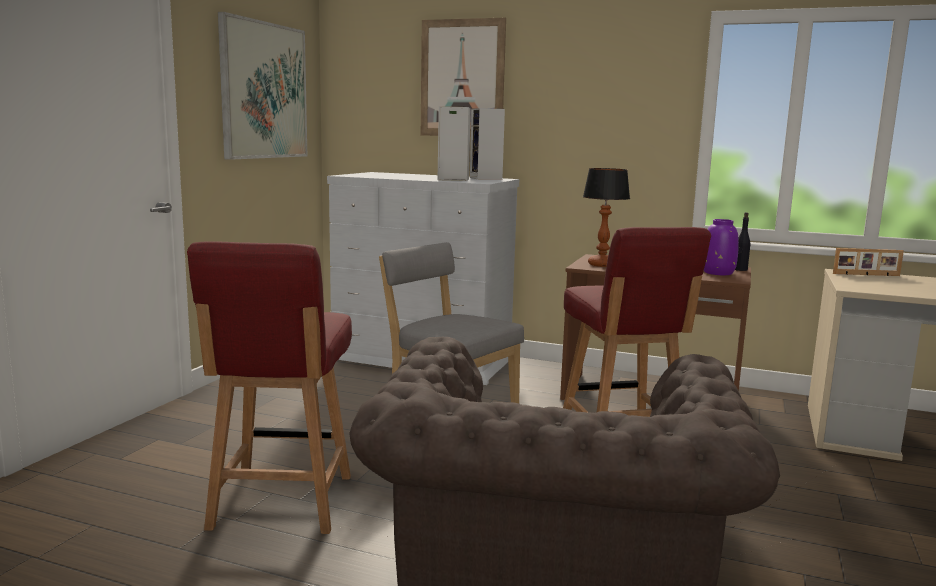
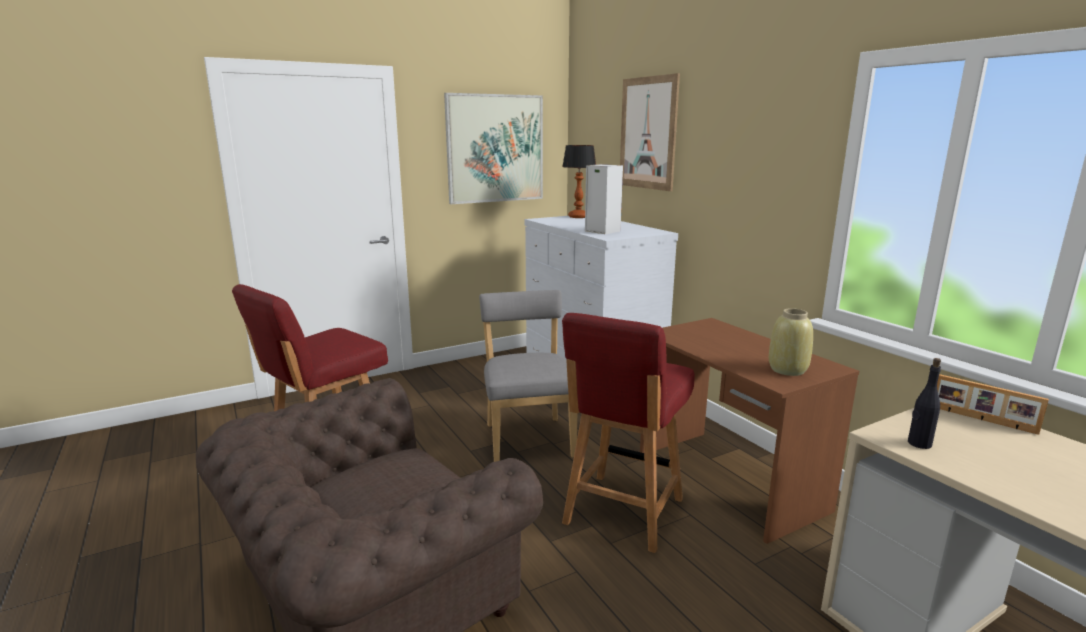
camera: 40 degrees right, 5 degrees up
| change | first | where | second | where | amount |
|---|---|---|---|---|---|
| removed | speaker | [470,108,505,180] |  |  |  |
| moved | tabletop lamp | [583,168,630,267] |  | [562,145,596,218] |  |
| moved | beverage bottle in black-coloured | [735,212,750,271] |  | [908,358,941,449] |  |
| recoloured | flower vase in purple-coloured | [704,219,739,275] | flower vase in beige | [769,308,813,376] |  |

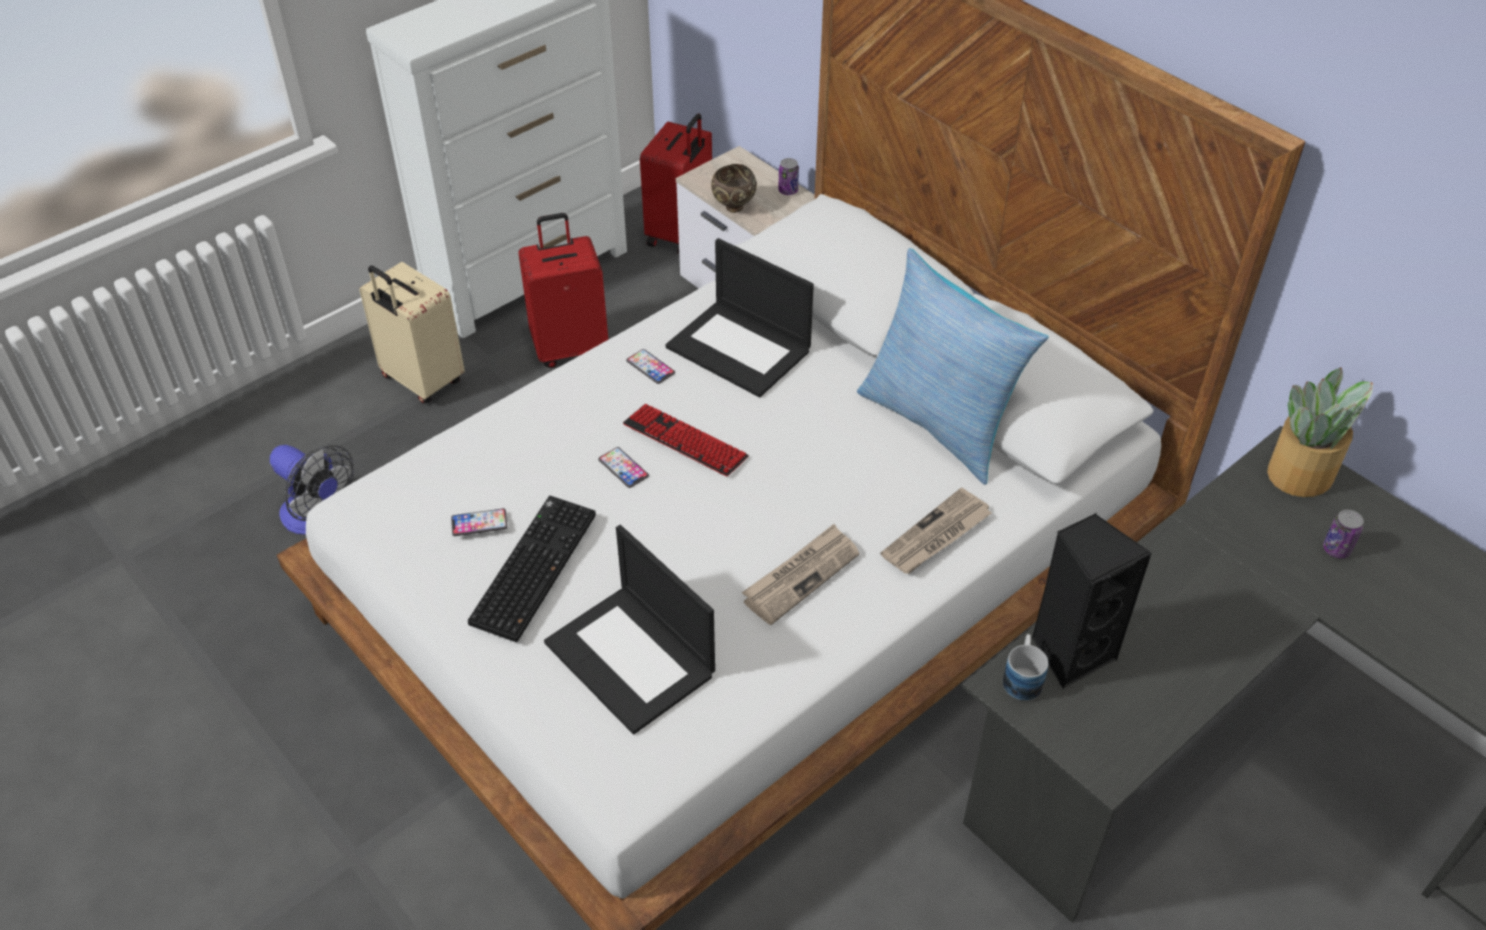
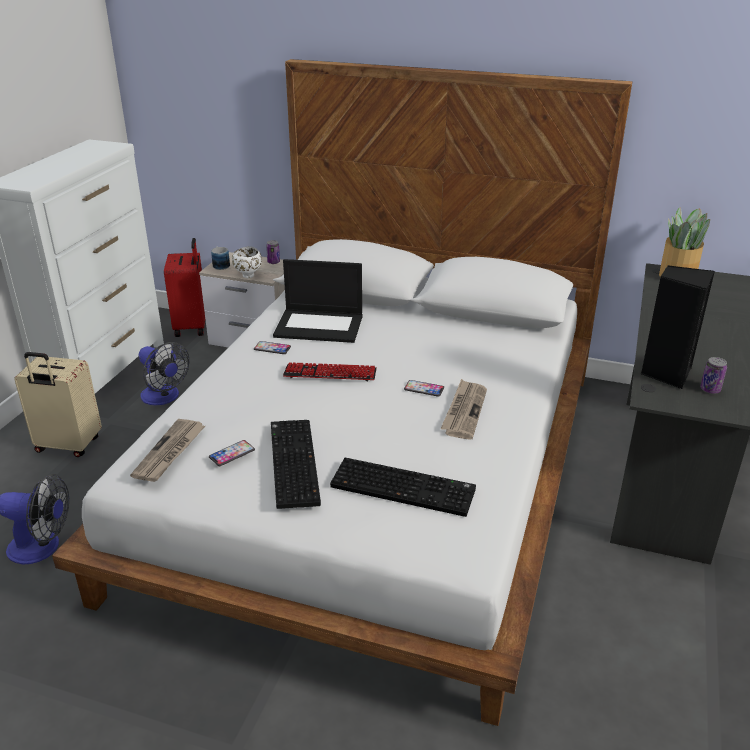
camera: 30 degrees left, 15 degrees down
| change | first | where | second | where | amount |
|---|---|---|---|---|---|
| recoloured | deep dish in brownish | [711,164,757,213] | deep dish in white-coloured | [232,246,262,278] |  |
| replaced | piece of luggage in red-coloured | [518,213,608,368] | cooling fan | [139,342,189,405] |  |
| removed | cushion | [857,248,1049,485] |  |  |  |
| moved | phone | [598,447,649,488] |  | [404,380,444,397] |  |
| moved | newspaper | [881,488,991,574] |  | [130,419,205,482] |  |
| moved | metal can | [1323,510,1364,558] |  | [700,357,727,394] |  |
| replaced | portable computer | [544,525,715,735] | PC keyboard | [330,458,476,517] |  |
| moved | mug | [1003,634,1048,701] |  | [211,246,230,270] |  |

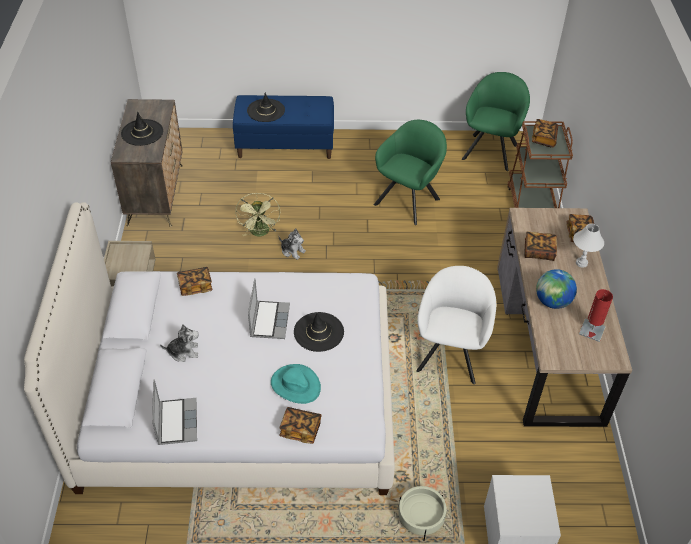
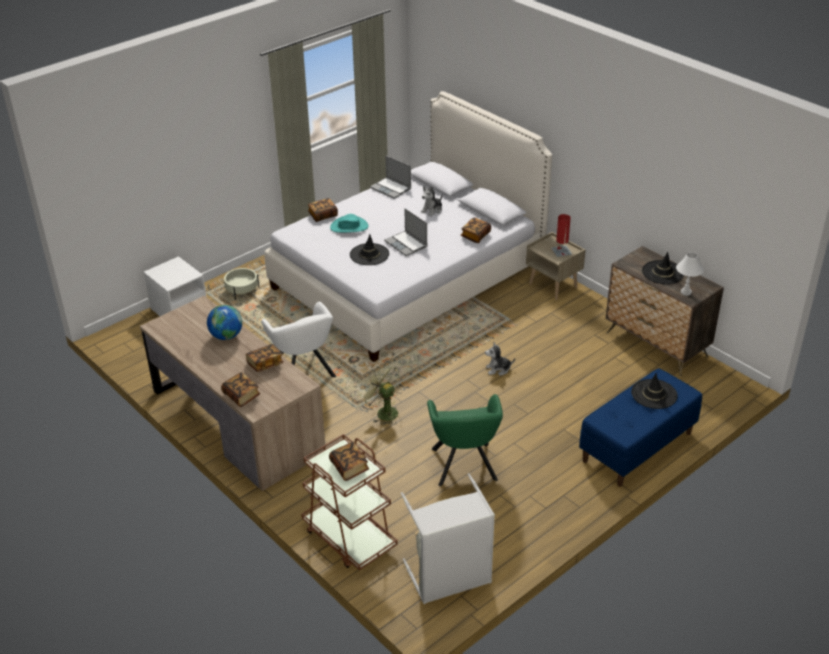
camera: 140 degrees right, 10 degrees down
| change | first | where | second | where | amount |
|---|---|---|---|---|---|
| replaced | lounge chair in greenish | [462,72,530,171] | washing basket in grey | [401,473,495,604] |  |
| moved | cooling fan in greenish | [235,193,280,236] |  | [360,363,399,425] |  |
| moved | tabletop lamp in white-coloured | [573,223,604,268] |  | [676,252,704,296] |  |
| moved | tabletop lamp in red-coloured | [579,289,613,342] |  | [551,214,572,257] |  |

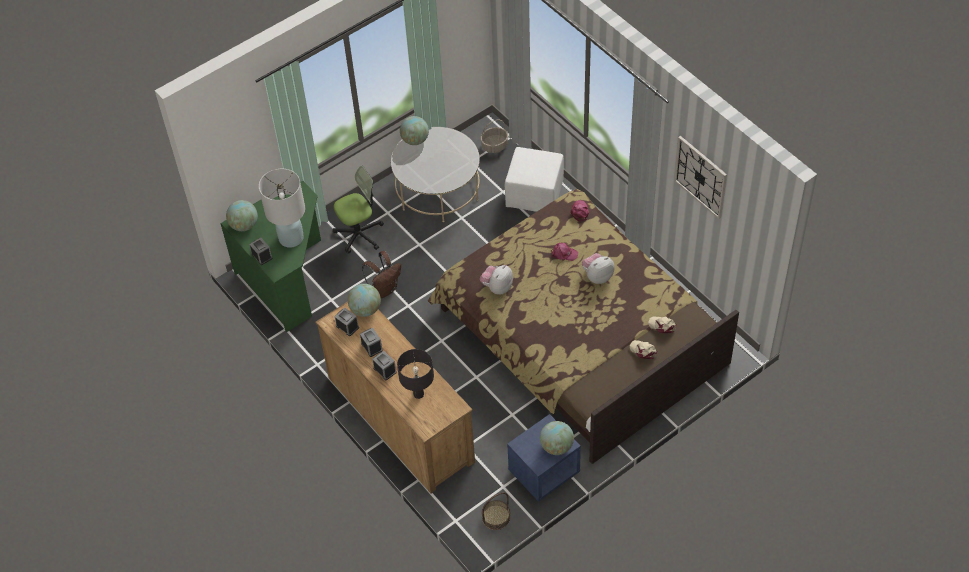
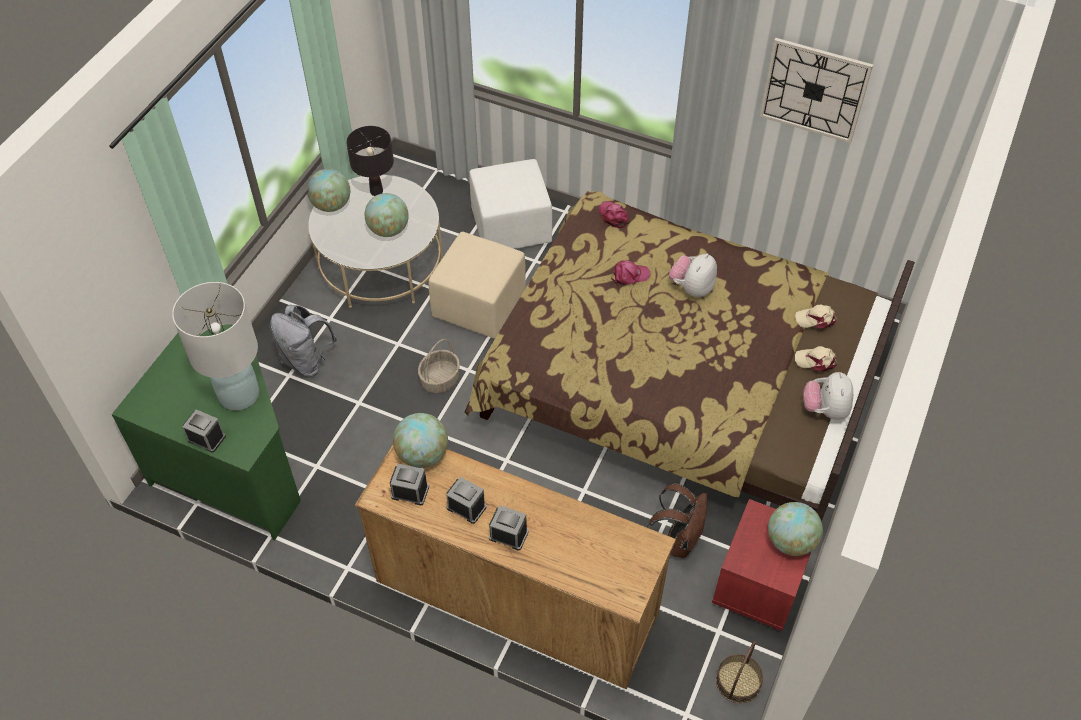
camera: 30 degrees left, 0 degrees up
| change | first | where | second | where | amount |
|---|---|---|---|---|---|
| moved | household basket | [480,120,508,153] |  | [418,339,460,393] |  |
| replaced | desk chair | [333,166,384,254] | rucksack in grey | [270,305,337,377] |  |
| moved | globe | [226,200,258,231] |  | [365,193,409,237] |  |
| moved | rucksack in brownish | [362,251,401,298] |  | [647,484,707,558] |  |
| moved | cuddly toy | [480,265,513,295] |  | [803,372,853,420] |  |
| moved | tabletop lamp in black-coloured | [397,349,434,399] |  | [346,126,394,196] |  |
| recoloured | bedside table in blue | [507,414,581,502] | bedside table in red-coloured | [712,499,811,631] |  |
| added |  |  | pouffe in beige | [429,232,526,339] |  |

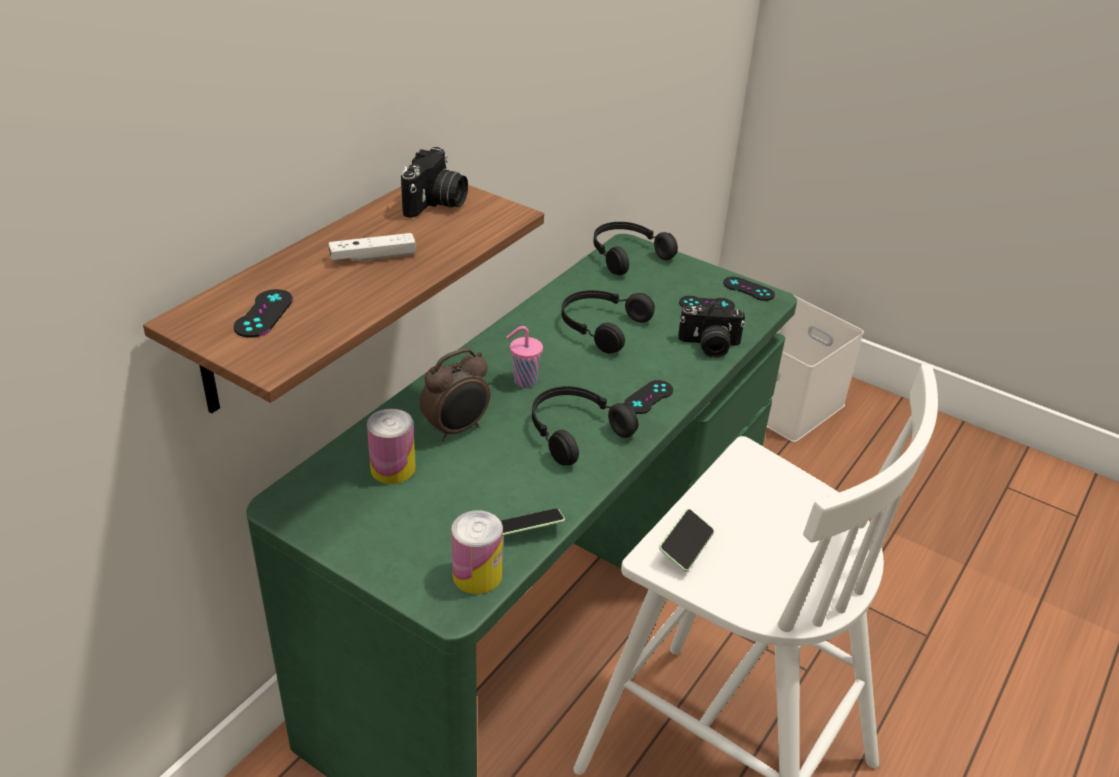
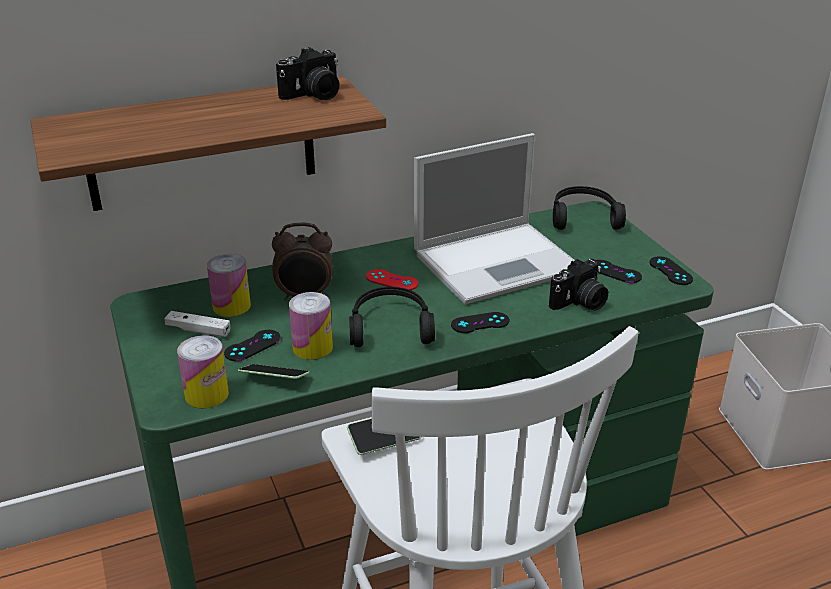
camera: 35 degrees right, 5 degrees down
| change | first | where | second | where | amount |
|---|---|---|---|---|---|
| moved | game controller in white-coloured | [329,233,416,262] |  | [165,311,230,337] |  |
| moved | game controller in black-coloured | [234,289,293,338] |  | [224,330,281,361] |  |
| replaced | headphones in black-coloured | [562,290,655,353] | portable computer | [414,133,575,305] |  |
| turned | photo camera | [678,302,745,358] |  | [549,259,608,311] | 75 degrees counterclockwise |
| replaced | cup in pink | [507,326,543,387] | game controller in red-coloured | [366,269,418,290] |  |
| added |  |  | metal can | [289,292,333,360] |  |

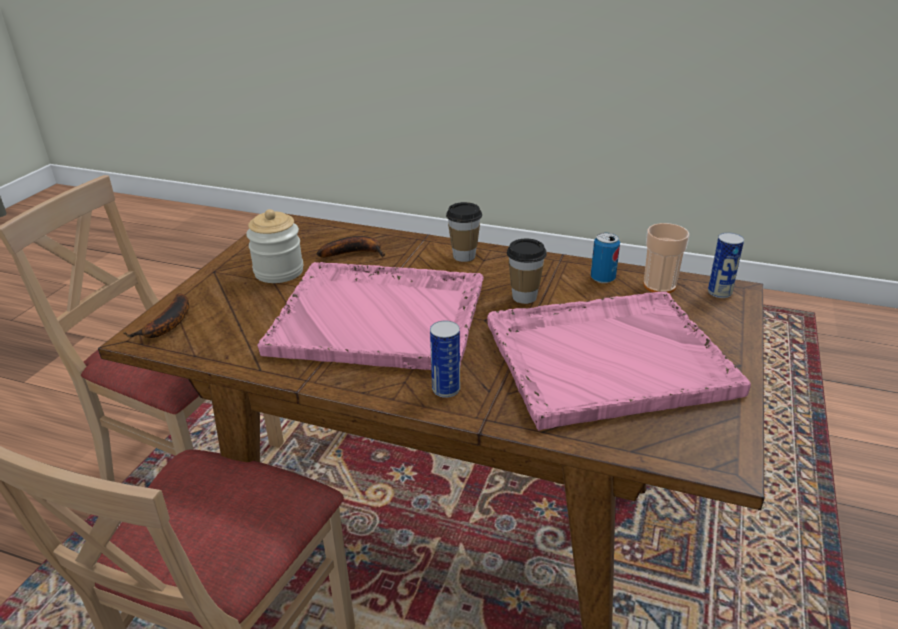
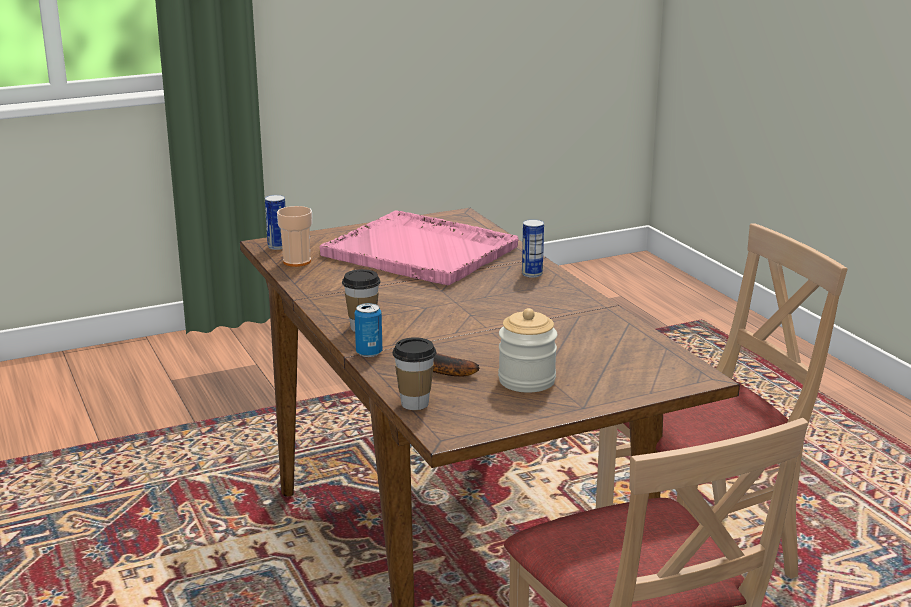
camera: 135 degrees left, 10 degrees down
| change | first | where | second | where | amount |
|---|---|---|---|---|---|
| moved | metal can | [591,233,620,283] |  | [355,303,382,357] |  |
| moved | cup | [507,239,547,304] |  | [392,337,436,410] |  |
| removed | tray in pink | [257,262,484,370] |  |  |  |
| removed | banana fruit | [123,293,189,338] |  |  |  |

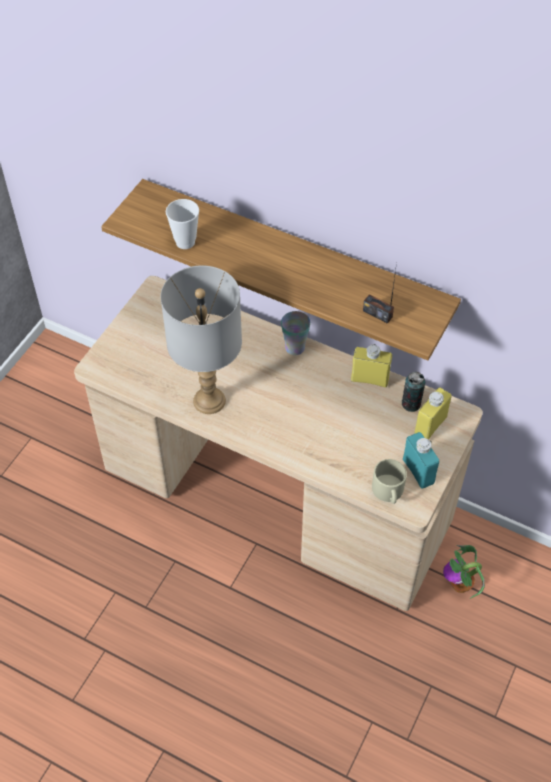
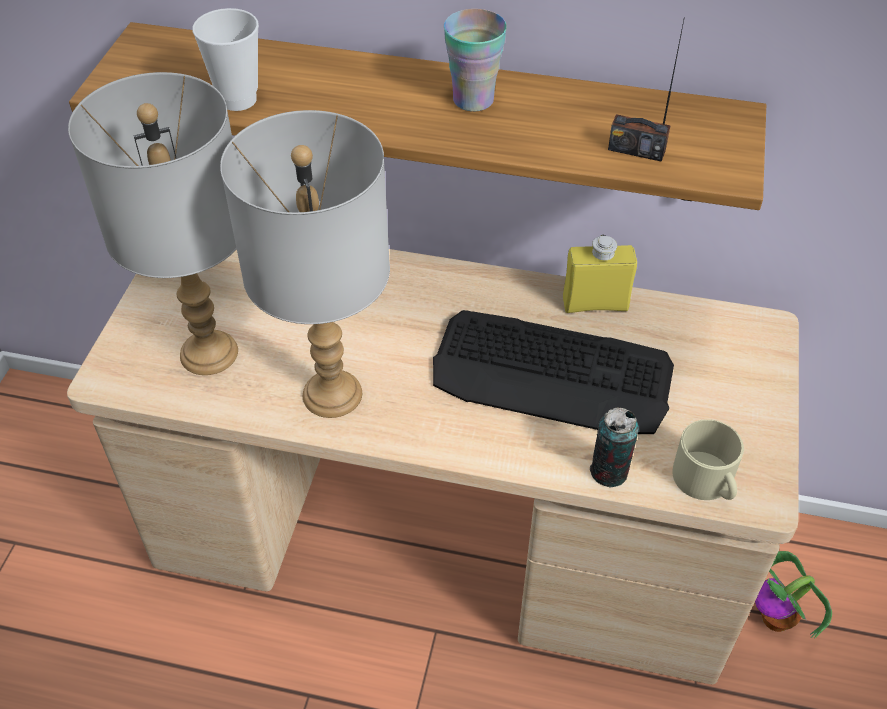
camera: 15 degrees left, 5 degrees down
| change | first | where | second | where | amount |
|---|---|---|---|---|---|
| moved | cup | [281,311,311,355] |  | [444,9,507,112] |  |
| moved | metal can | [402,372,425,412] |  | [590,408,639,487] |  |
| removed | beverage bottle in yellow-coloured | [415,388,452,439] |  |  |  |
| removed | beverage bottle in turquoise | [403,432,439,489] |  |  |  |
| added |  |  | tabletop lamp in grey | [68,72,238,375] |  |
| added |  |  | PC keyboard | [433,310,674,434] |  |

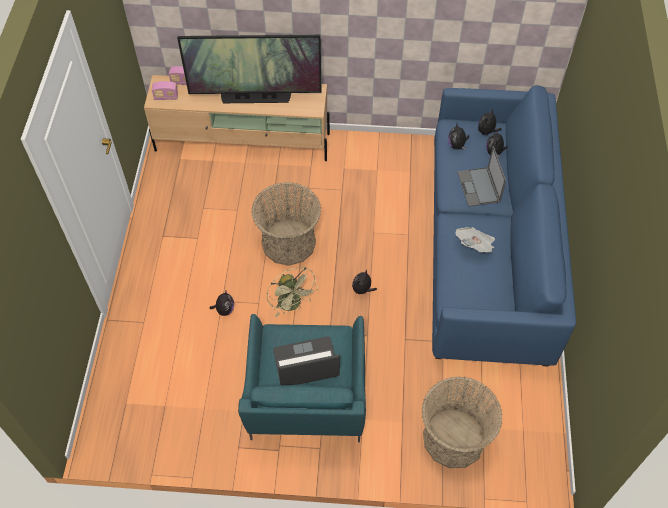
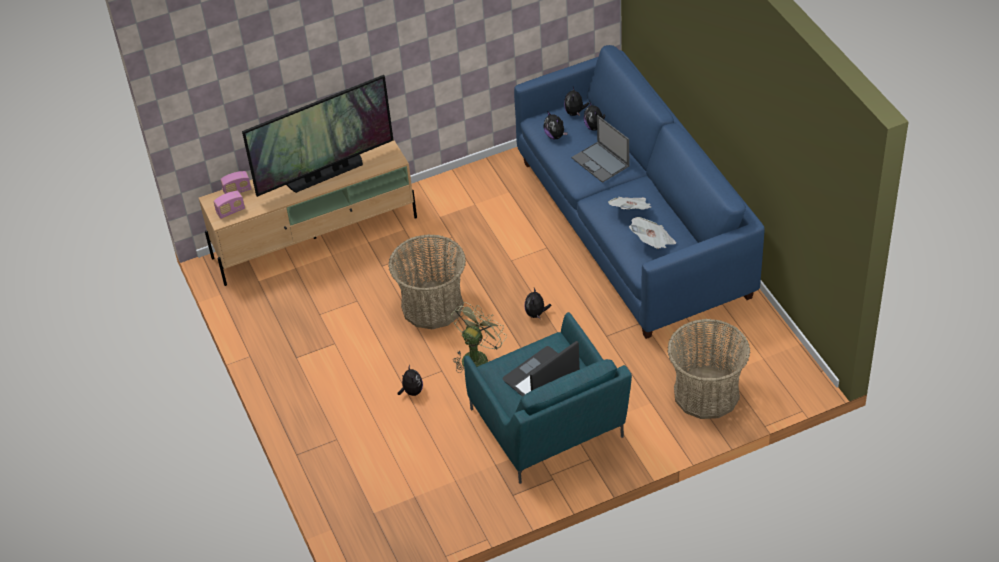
camera: 25 degrees left, 10 degrees down
| change | first | where | second | where | amount |
|---|---|---|---|---|---|
| turned | cooling fan in greenish | [267,267,318,317] |  | [451,302,507,373] | 90 degrees counterclockwise |
| added |  |  | newspaper | [629,217,676,249] |  |

